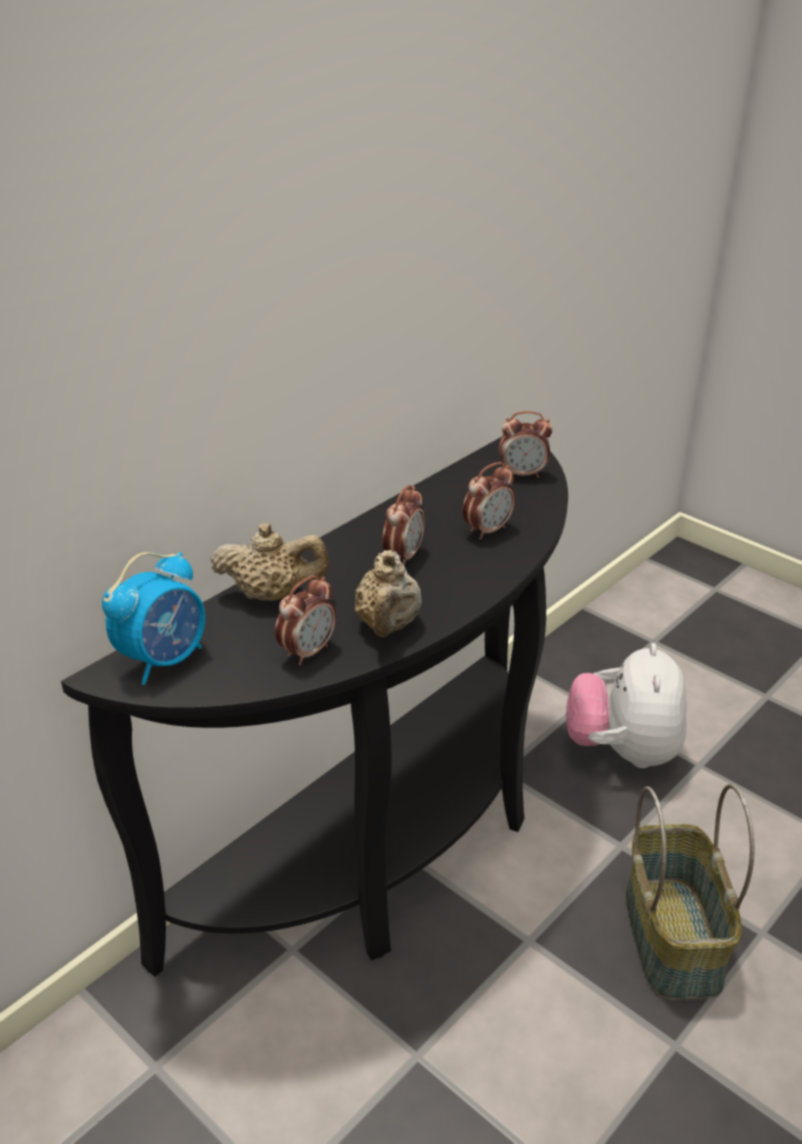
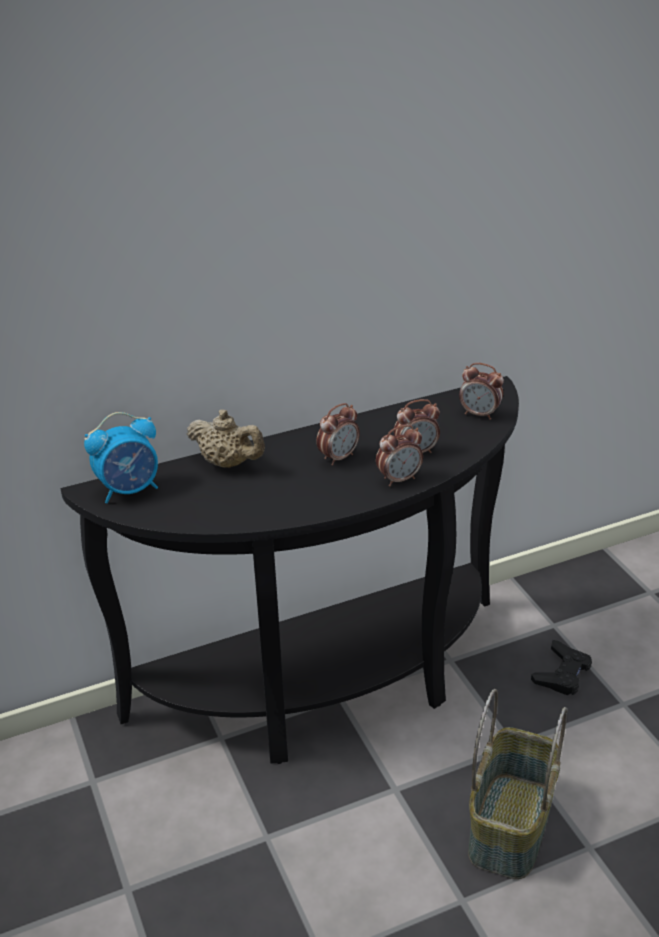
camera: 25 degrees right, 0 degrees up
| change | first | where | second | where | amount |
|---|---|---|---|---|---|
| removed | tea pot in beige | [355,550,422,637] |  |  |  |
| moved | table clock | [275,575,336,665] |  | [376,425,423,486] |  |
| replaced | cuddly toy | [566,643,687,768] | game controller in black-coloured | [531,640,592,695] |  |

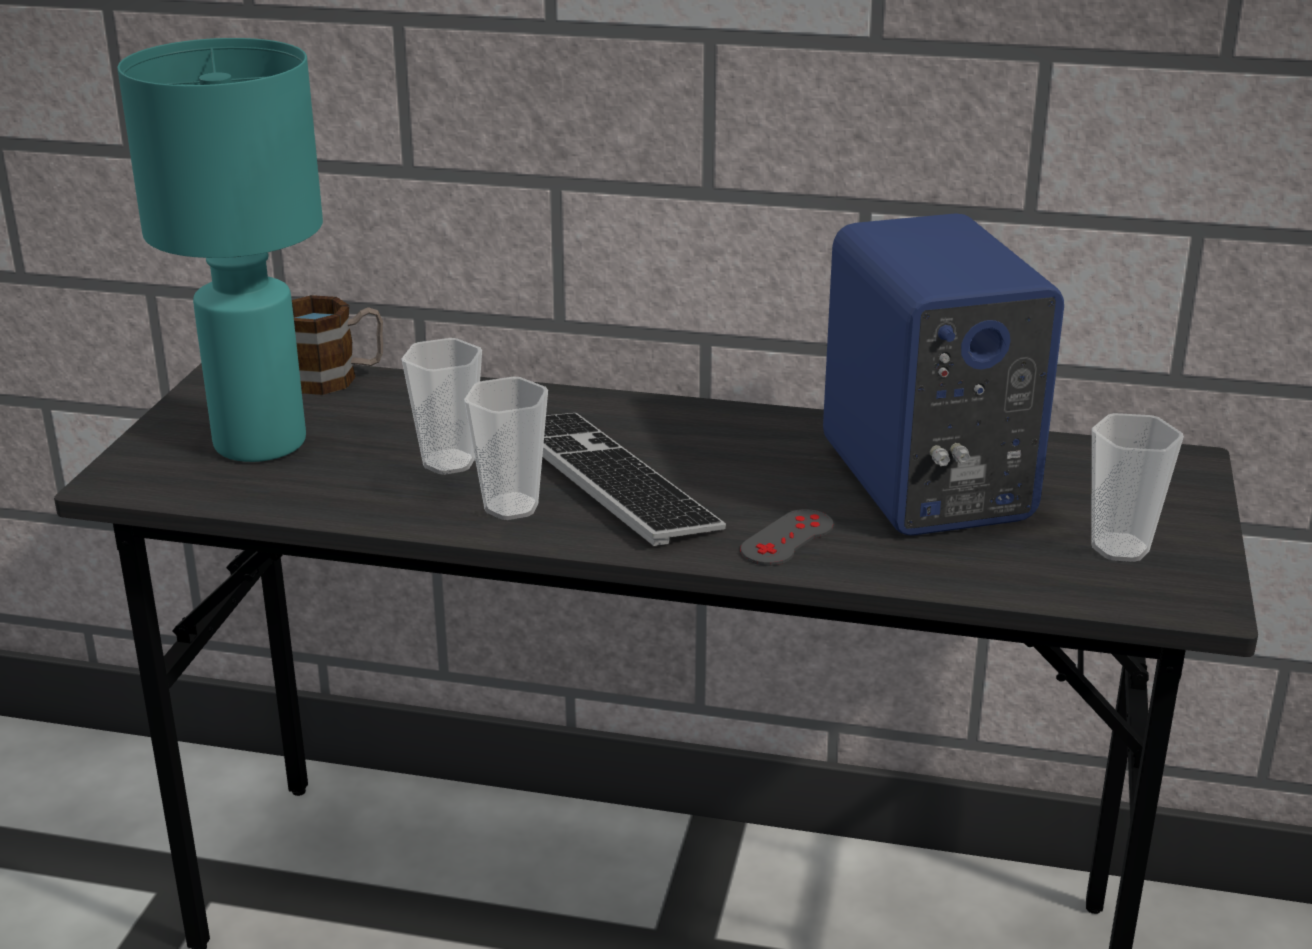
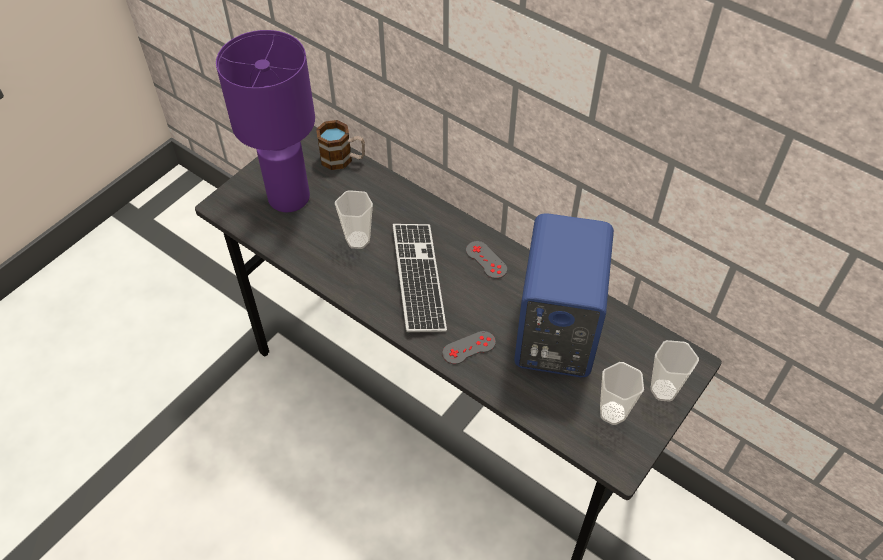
camera: 25 degrees right, 25 degrees up
| change | first | where | second | where | amount |
|---|---|---|---|---|---|
| recoloured | tabletop lamp in turquoise | [117,38,323,462] | tabletop lamp in purple-coloured | [216,30,315,212] |  |
| moved | cup | [464,376,548,520] |  | [650,340,699,402] |  |
| added |  |  | game controller in grey | [466,241,507,279] |  |

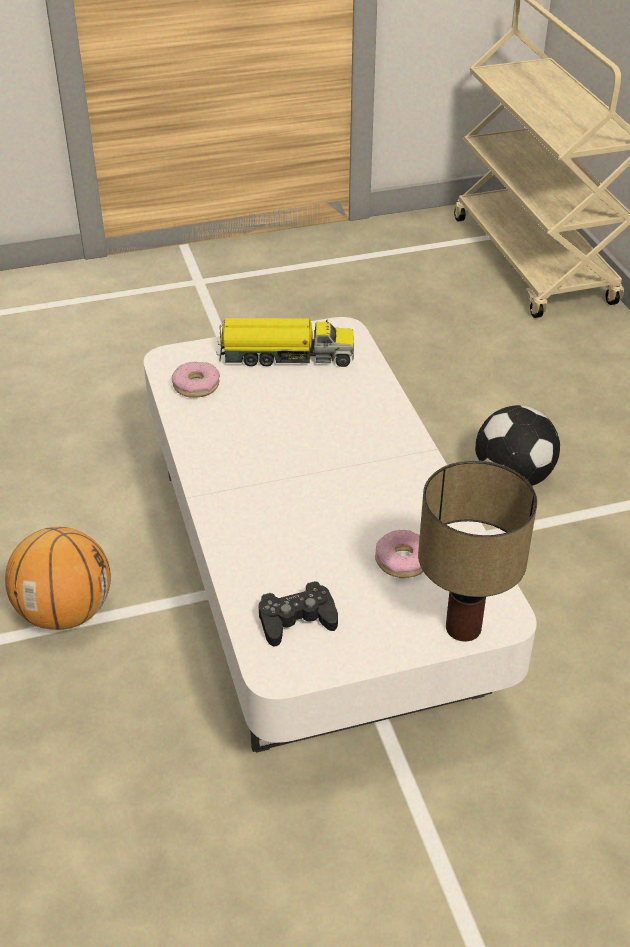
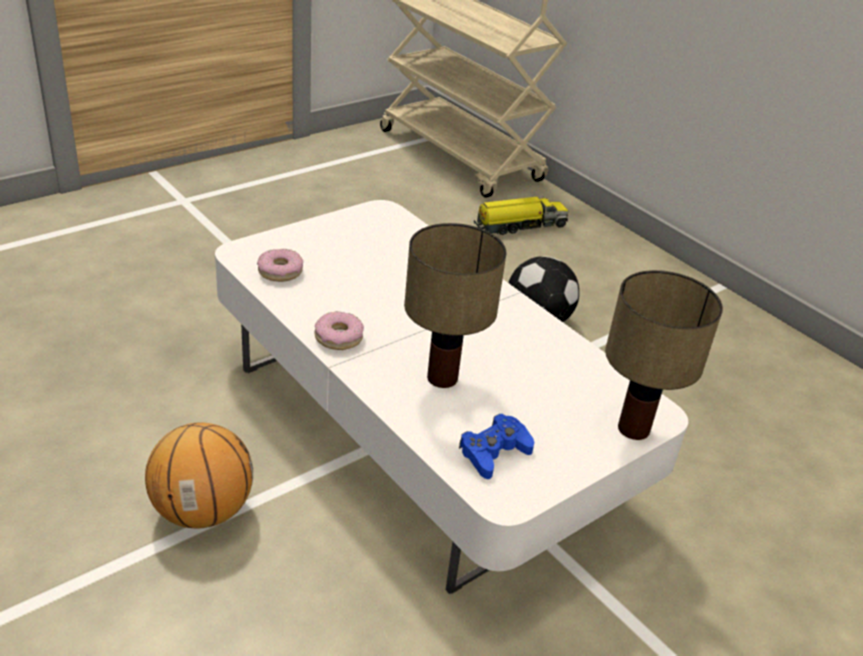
camera: 25 degrees left, 5 degrees down
| change | first | where | second | where | amount |
|---|---|---|---|---|---|
| moved | toy lorry | [218,318,354,367] |  | [474,197,568,235] |  |
| moved | donut | [375,530,423,578] |  | [315,311,364,350] |  |
| recoloured | game controller in black-coloured | [259,581,338,647] | game controller in blue | [459,414,534,479] |  |
| added |  |  | tabletop lamp | [404,223,506,388] |  |

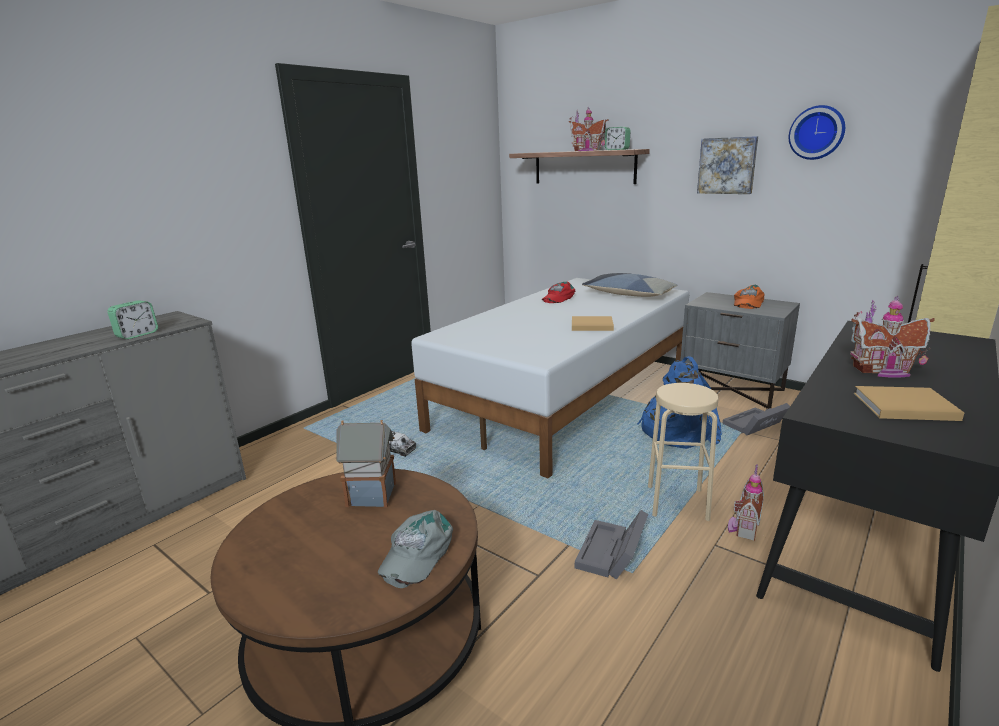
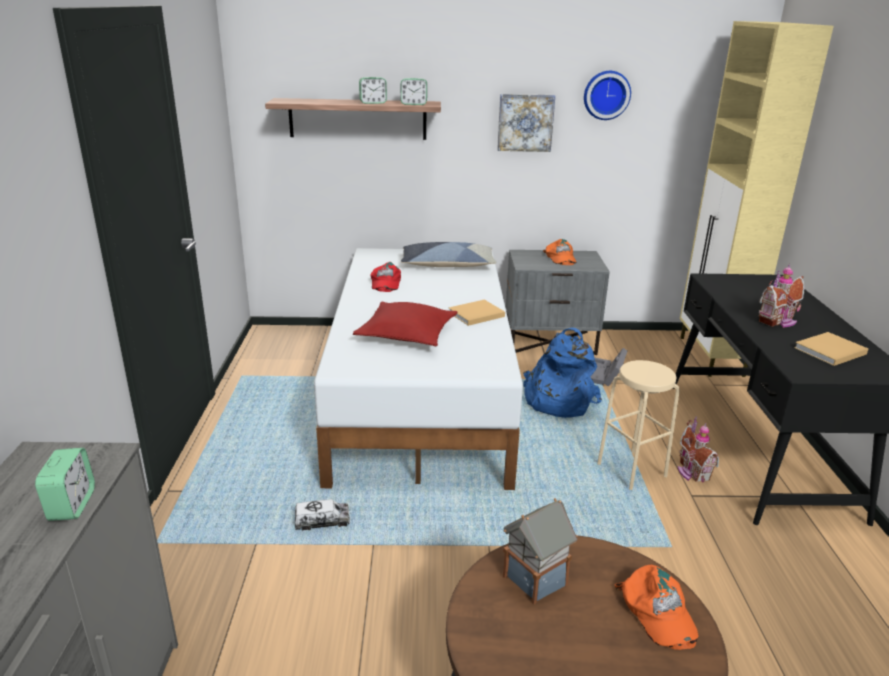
camera: 40 degrees left, 5 degrees up
| change | first | where | second | where | amount |
|---|---|---|---|---|---|
| replaced | toy house | [569,107,609,151] | table clock | [359,77,387,104] |  |
| recoloured | baseball cap in grey | [378,510,453,588] | baseball cap in orange-coloured | [614,565,699,650] |  |
| removed | storage container in grey | [575,510,648,580] |  |  |  |
| added |  |  | cushion in red-coloured | [353,302,457,346] |  |

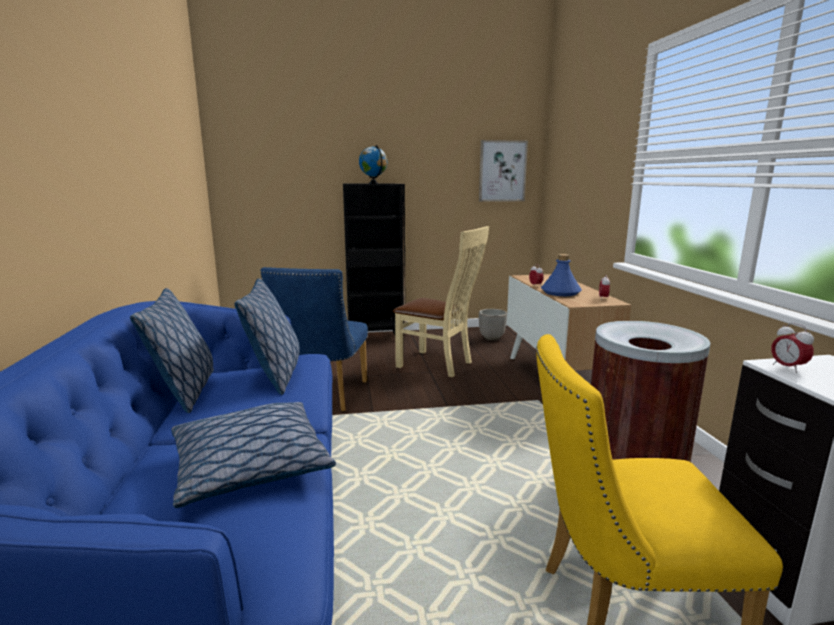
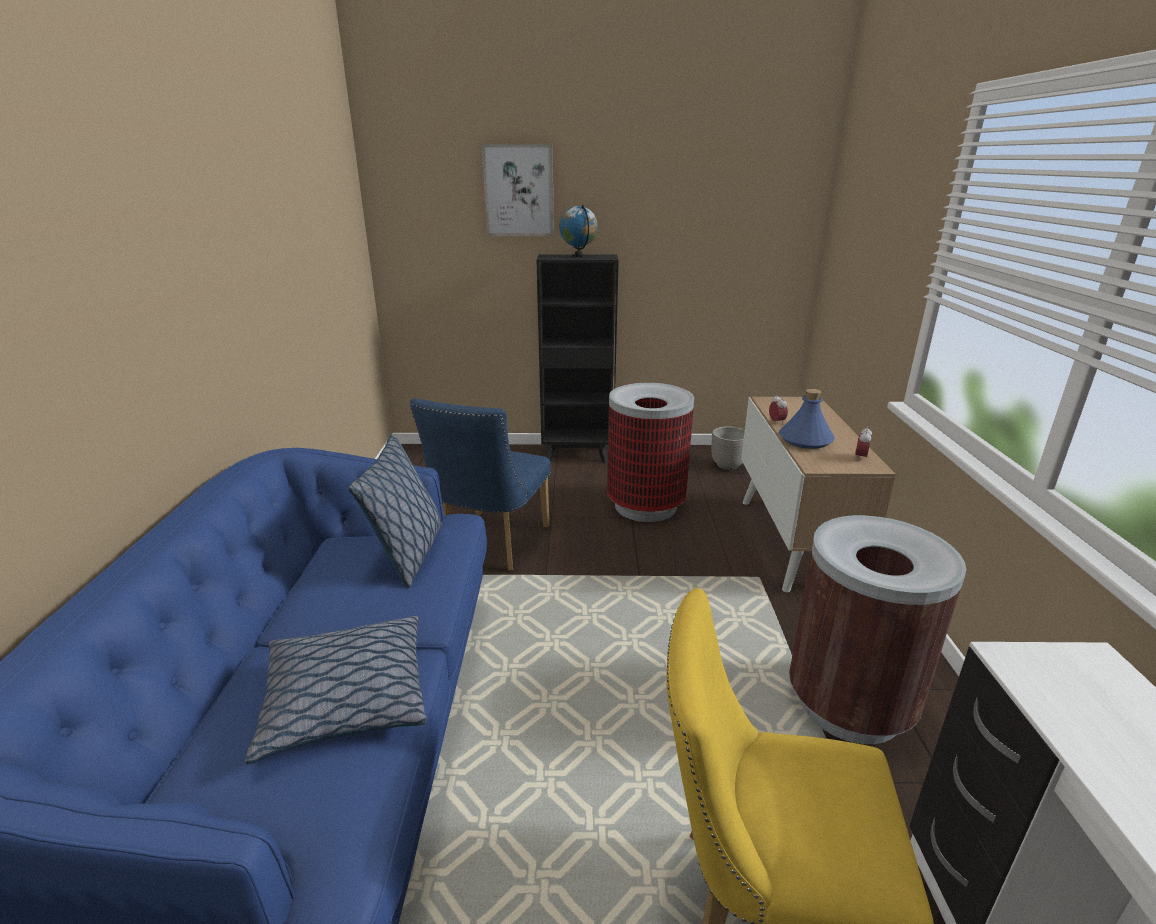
camera: 10 degrees right, 10 degrees up
| change | first | where | second | where | amount |
|---|---|---|---|---|---|
| moved | picture | [479,140,528,202] |  | [482,144,554,236] |  |
| replaced | chair in beige | [393,226,489,377] | rubbish bin | [607,383,694,522] |  |
| removed | cushion | [130,288,214,413] |  |  |  |
| removed | table clock | [771,323,814,373] |  |  |  |

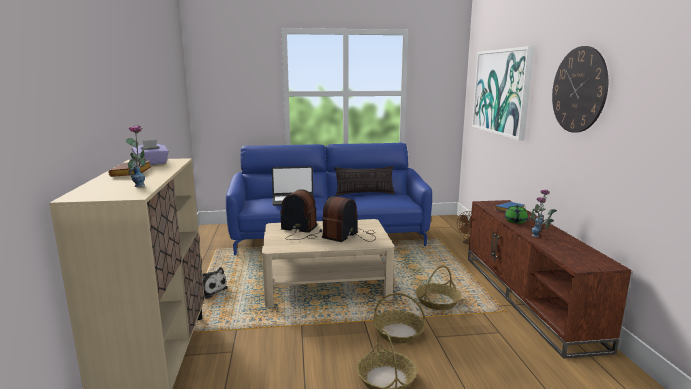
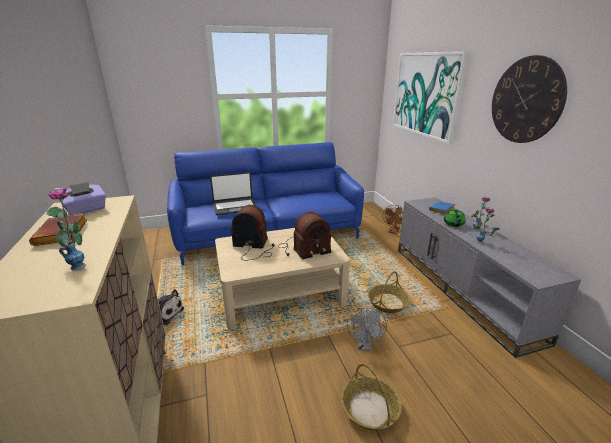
camera: 10 degrees left, 10 degrees up
| change | first | where | second | where | amount |
|---|---|---|---|---|---|
| removed | cushion | [335,166,395,196] |  |  |  |
| turned | radio receiver | [322,196,376,242] |  | [278,212,332,259] | 135 degrees counterclockwise |
| recoloured | tv unit in brownish | [468,200,631,359] | tv unit in grey | [398,197,581,358] |  |
| replaced | household basket | [374,293,425,344] | cooling fan in grey | [347,308,387,351] |  |

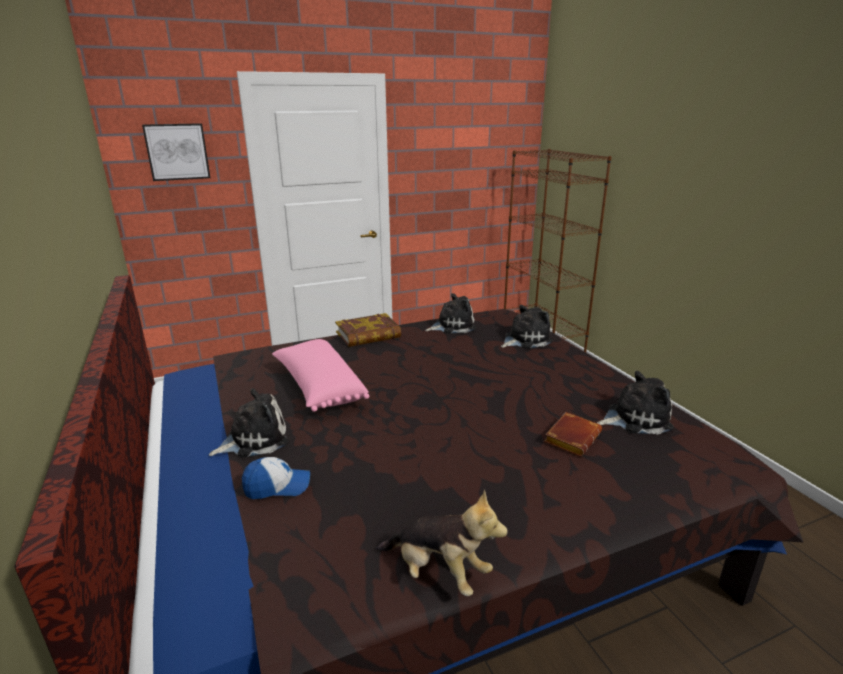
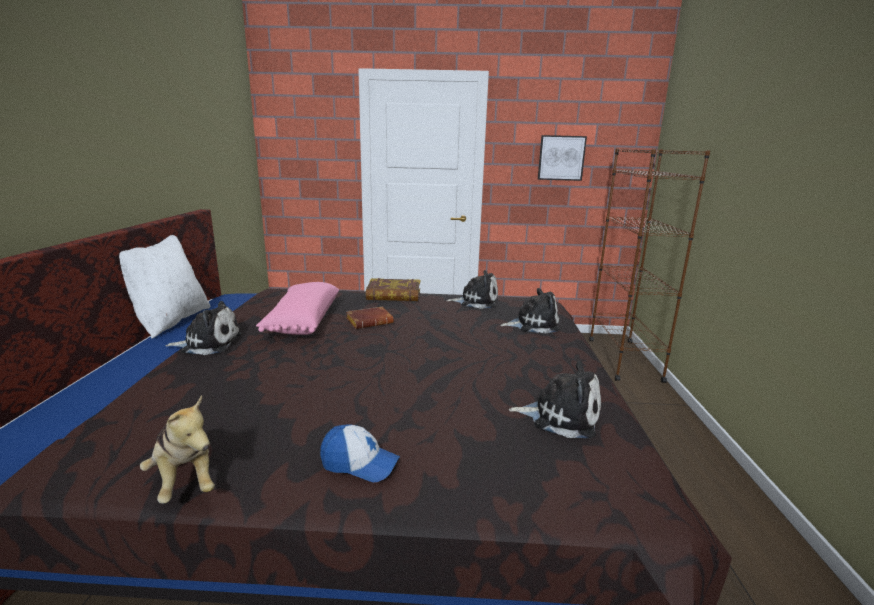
camera: 25 degrees right, 5 degrees down
| change | first | where | second | where | amount |
|---|---|---|---|---|---|
| moved | picture | [142,123,210,181] |  | [538,135,587,181] |  |
| moved | volume in brownish | [544,412,602,457] |  | [346,307,394,329] |  |
| moved | baseball cap | [242,457,310,499] |  | [320,425,400,482] |  |
| added |  |  | cushion in white-coloured | [119,235,210,339] |  |

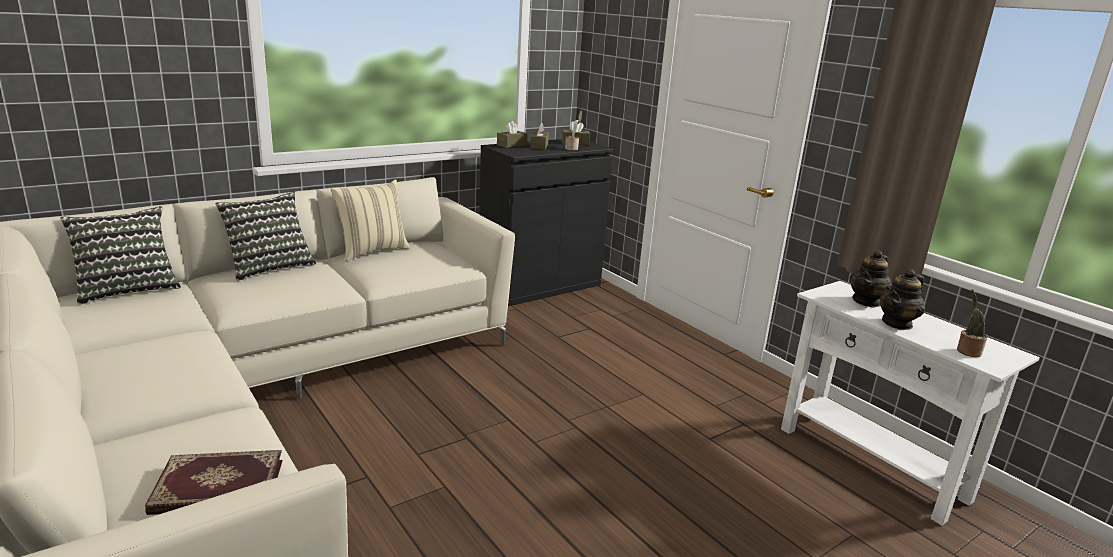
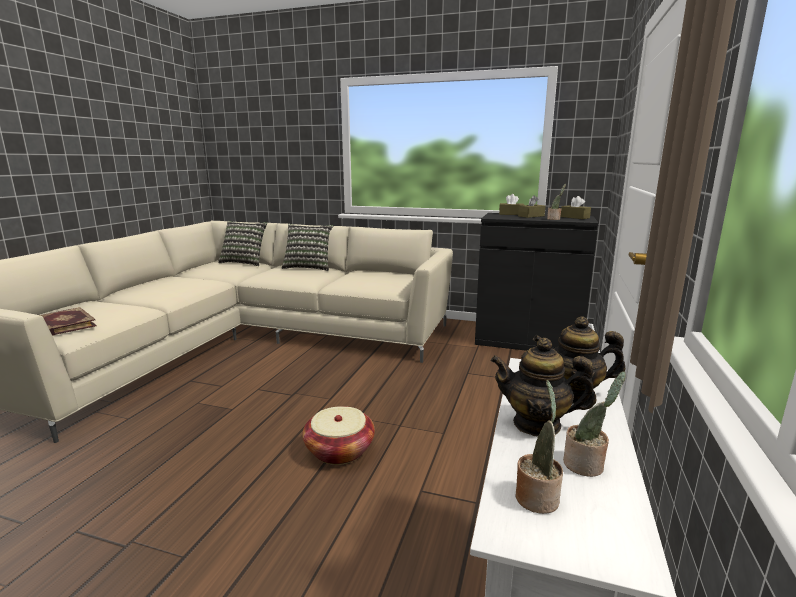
camera: 55 degrees right, 5 degrees down
| change | first | where | second | where | amount |
|---|---|---|---|---|---|
| removed | cushion in beige | [331,180,410,261] |  |  |  |
| added |  |  | potted plant | [563,372,626,477] |  |
| added |  |  | household basket | [302,406,375,465] |  |

